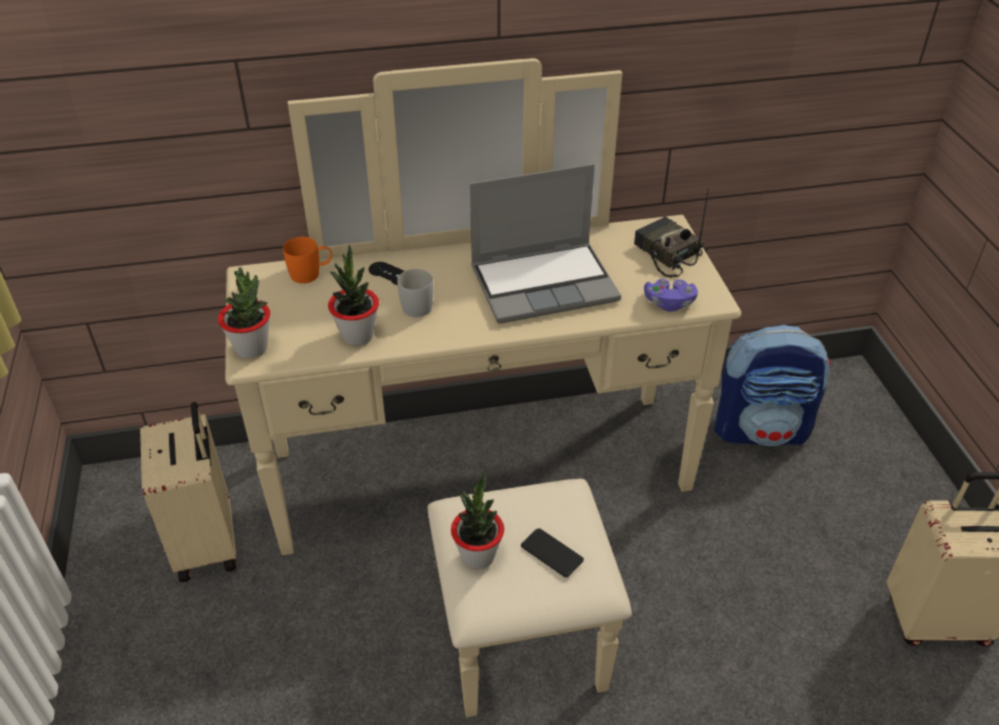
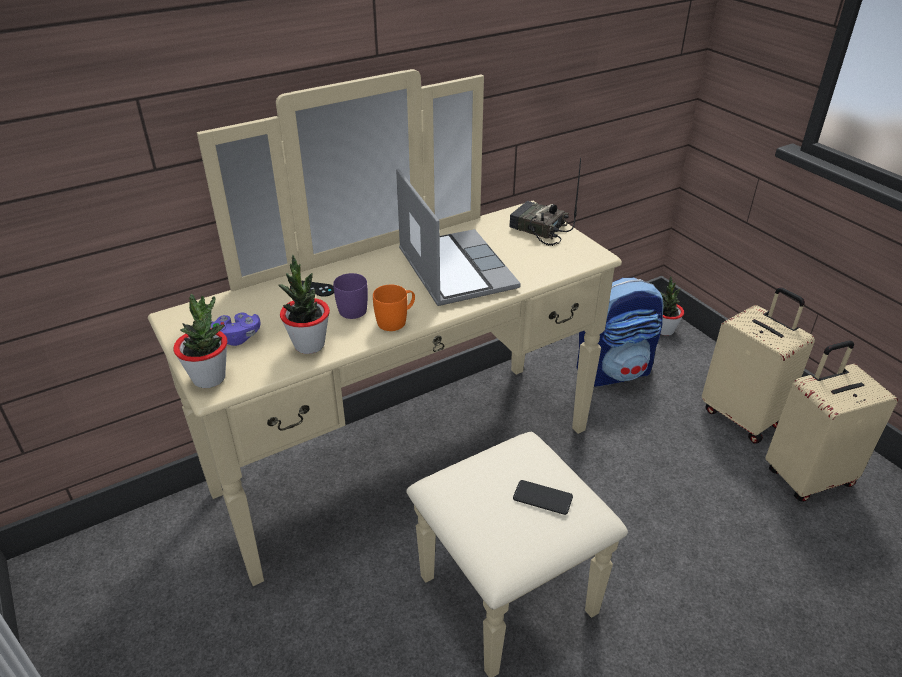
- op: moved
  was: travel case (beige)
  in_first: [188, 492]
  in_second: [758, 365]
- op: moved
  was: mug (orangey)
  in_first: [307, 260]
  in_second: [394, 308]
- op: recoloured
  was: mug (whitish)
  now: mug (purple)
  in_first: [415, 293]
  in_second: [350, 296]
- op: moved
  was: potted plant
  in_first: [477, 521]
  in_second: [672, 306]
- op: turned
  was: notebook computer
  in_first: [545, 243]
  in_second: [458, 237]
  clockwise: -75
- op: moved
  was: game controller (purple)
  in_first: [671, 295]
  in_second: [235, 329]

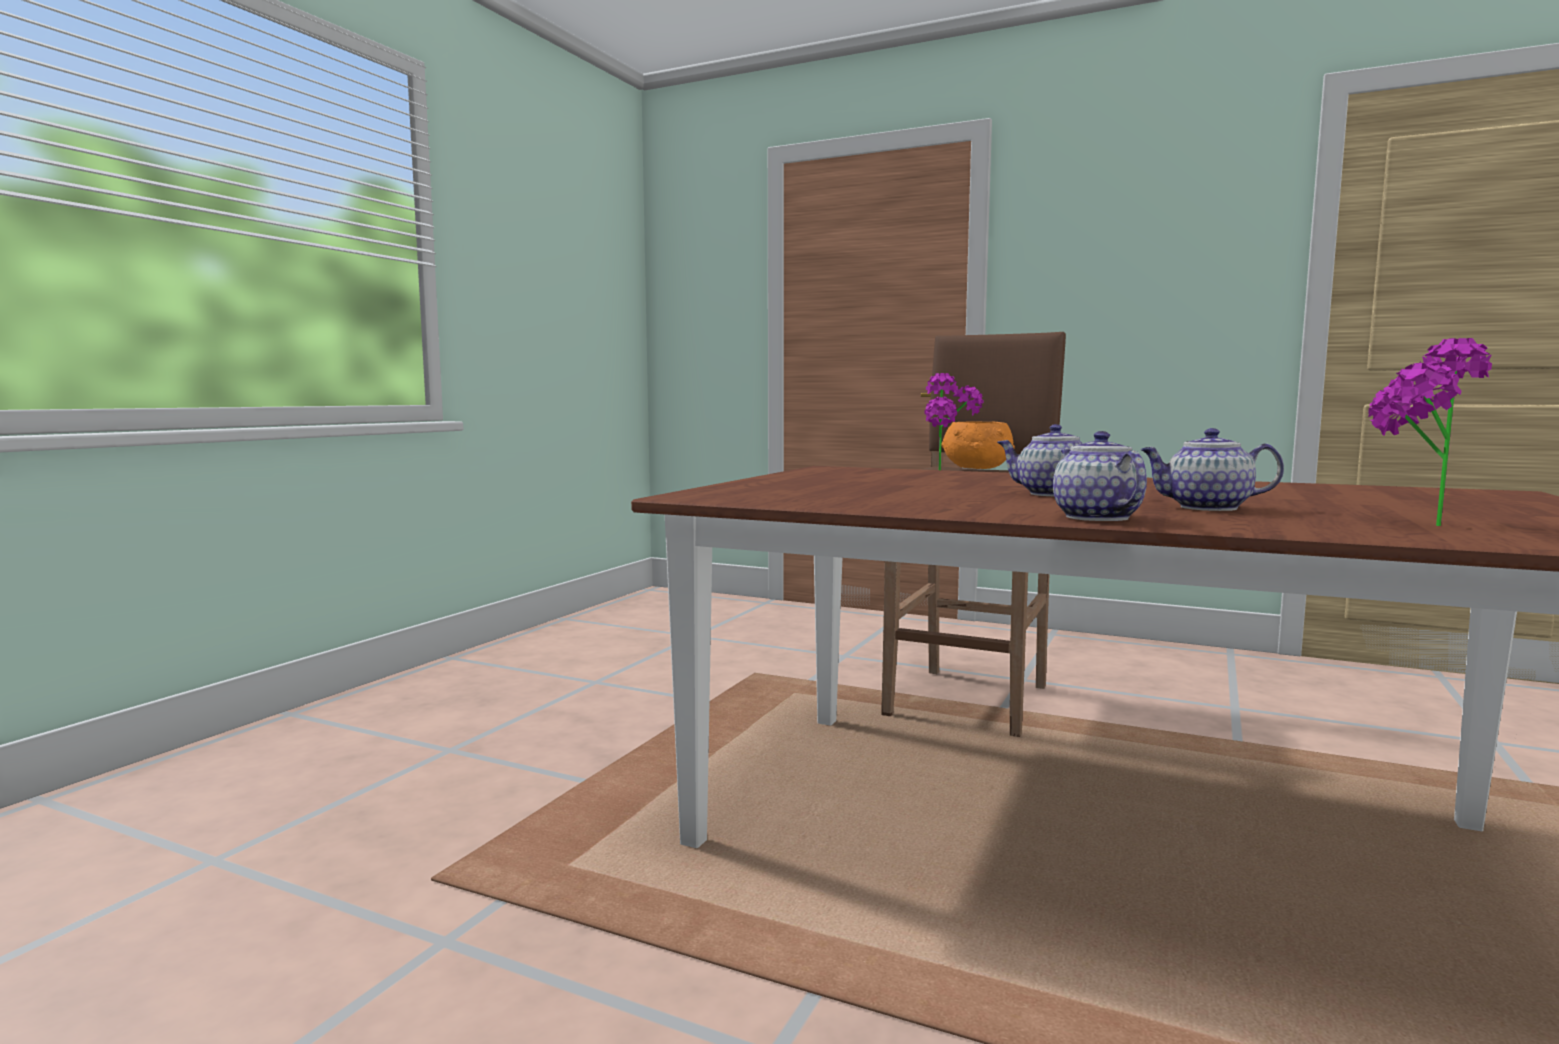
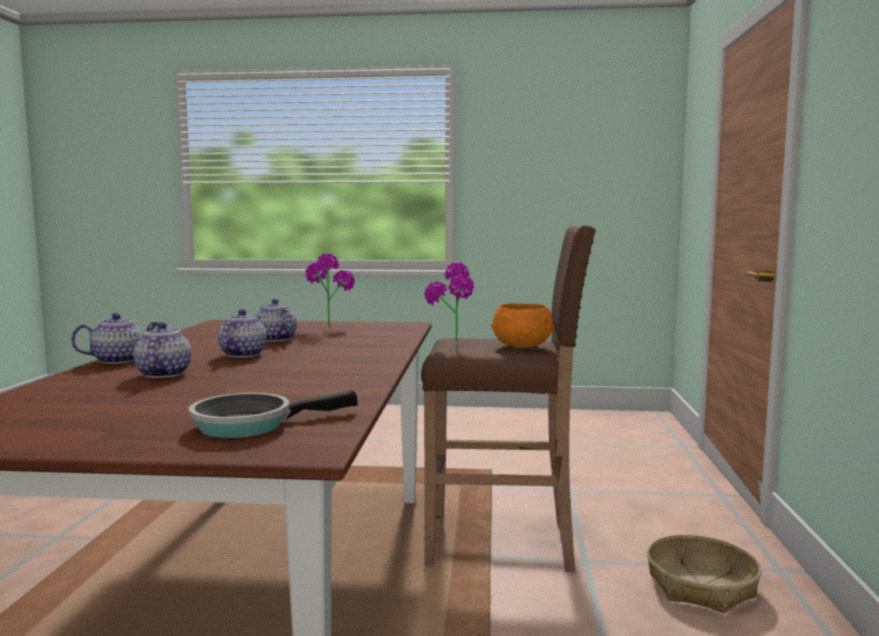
- op: moved
  was: potted plant
  in_first: [1430, 432]
  in_second: [330, 291]
- op: added
  now: frying pan
  in_second: [273, 414]
- op: added
  now: pot for tea
  in_second: [276, 320]
- op: added
  now: basket
  in_second: [704, 574]

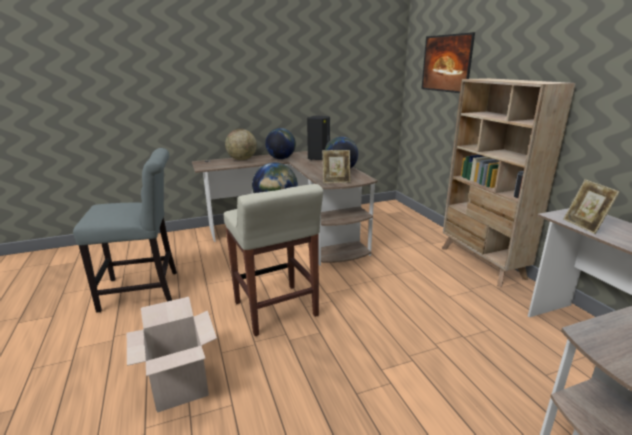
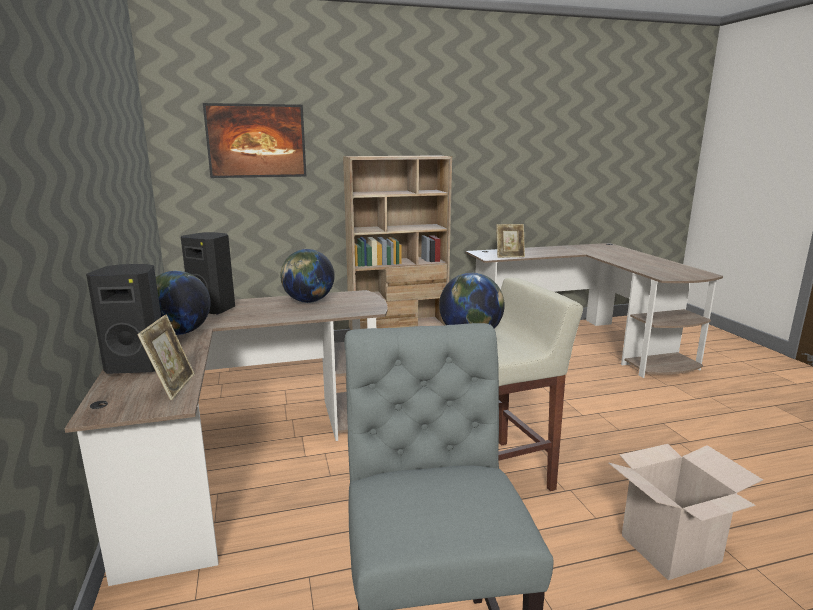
- op: replaced
  was: world globe
  now: audio speaker (blackish)
  in_first: [241, 144]
  in_second: [123, 319]
- op: moved
  was: picture frame
  in_first: [336, 166]
  in_second: [166, 357]

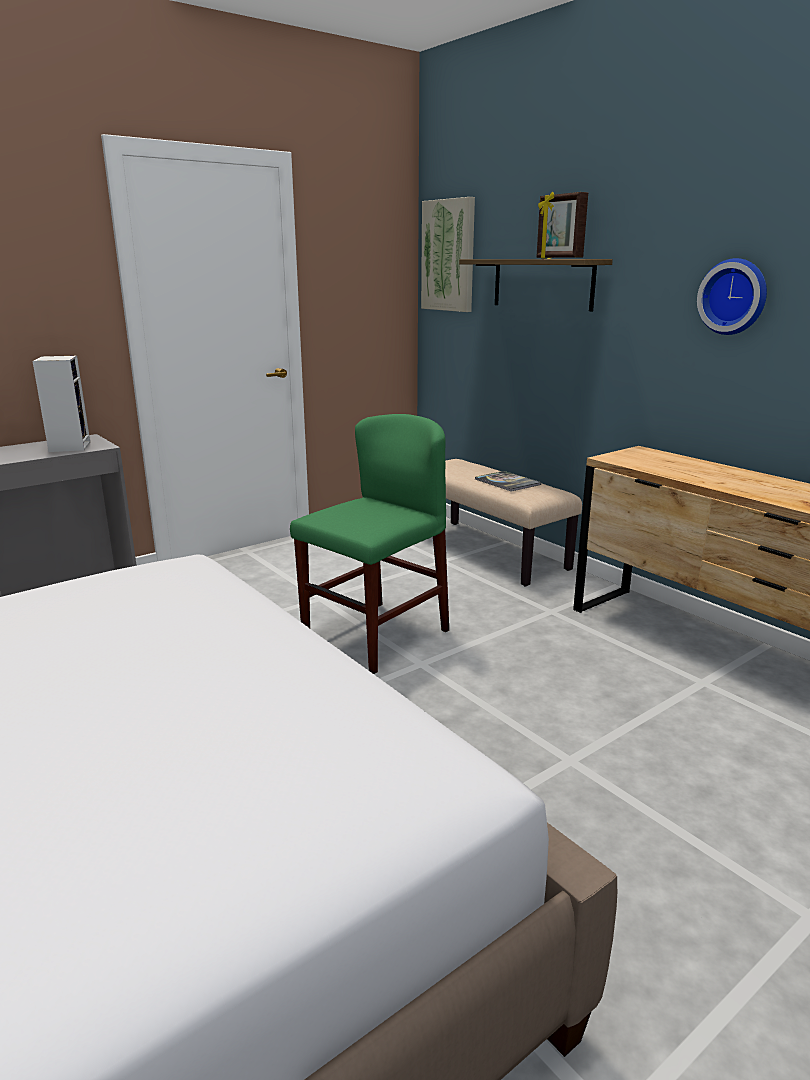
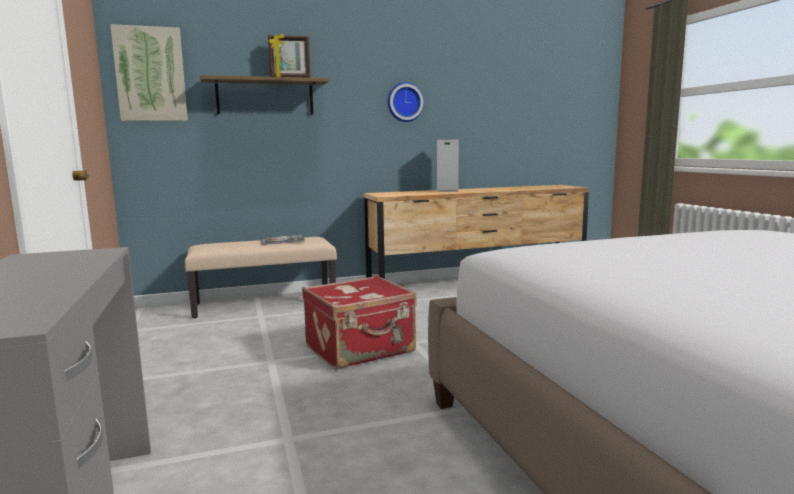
- op: moved
  was: audio speaker
  in_first: [61, 404]
  in_second: [448, 165]
- op: replaced
  was: chair (green)
  now: travel case (red)
  in_first: [369, 544]
  in_second: [359, 322]

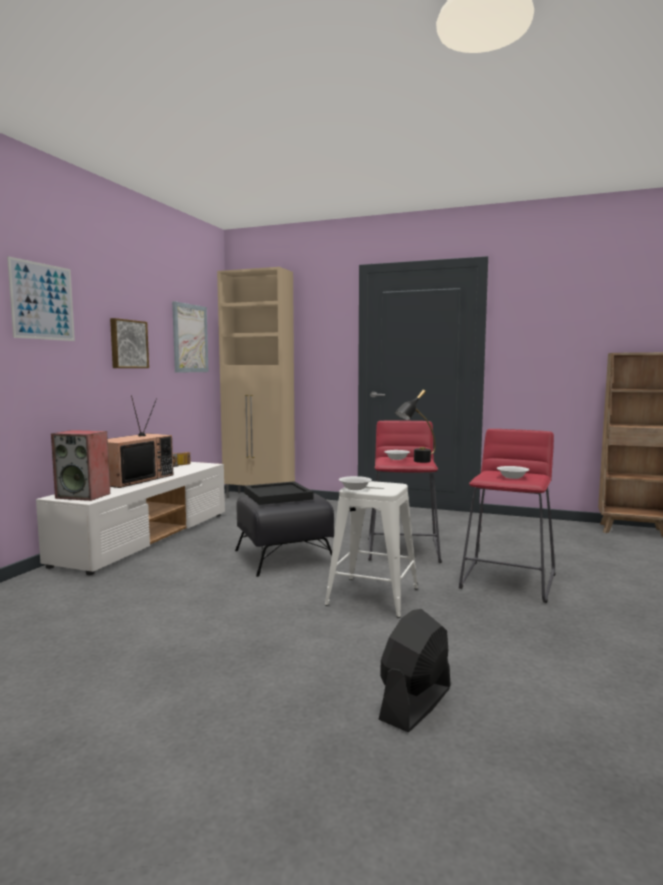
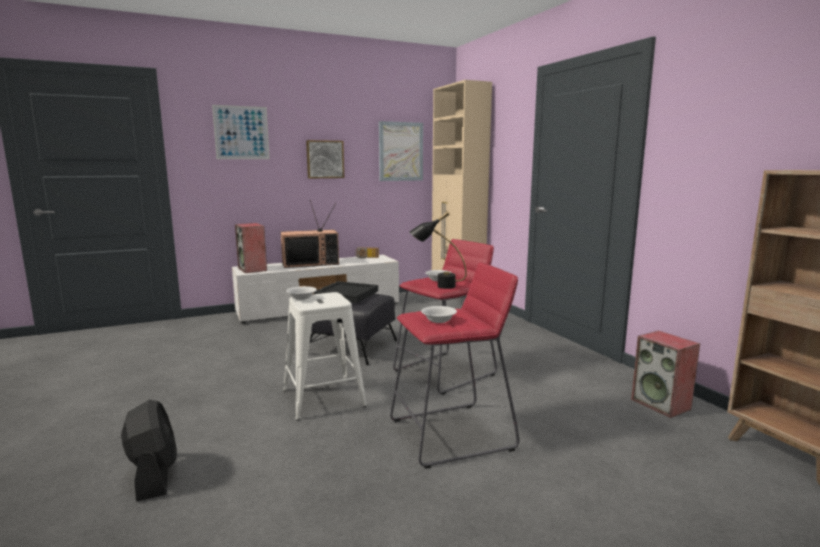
- op: turned
  was: fan (blackish)
  in_first: [415, 670]
  in_second: [149, 451]
  clockwise: 75
- op: added
  now: audio speaker
  in_second: [665, 374]

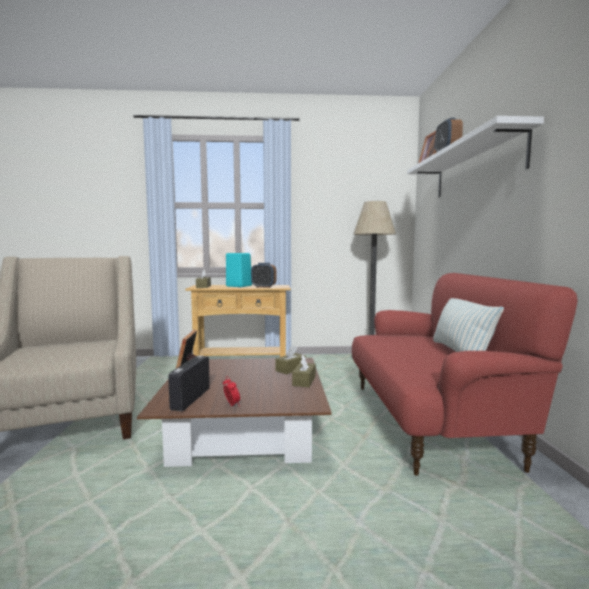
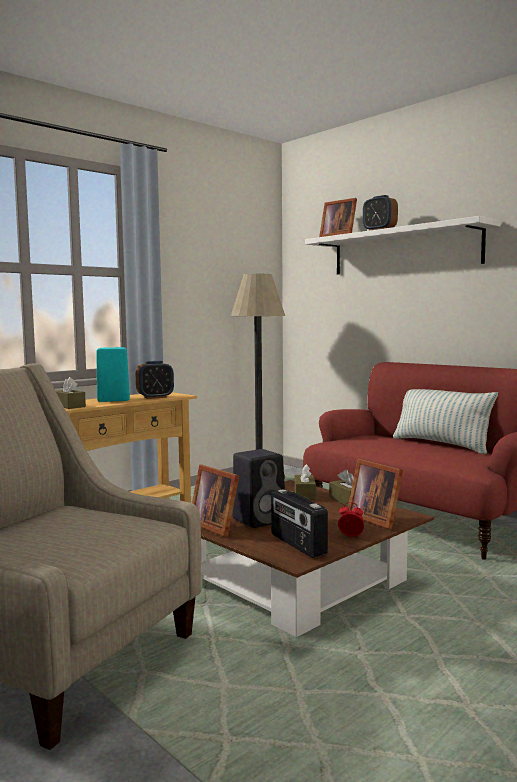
- op: added
  now: audio speaker (blackish)
  in_second: [259, 488]
- op: added
  now: picture frame
  in_second: [375, 494]

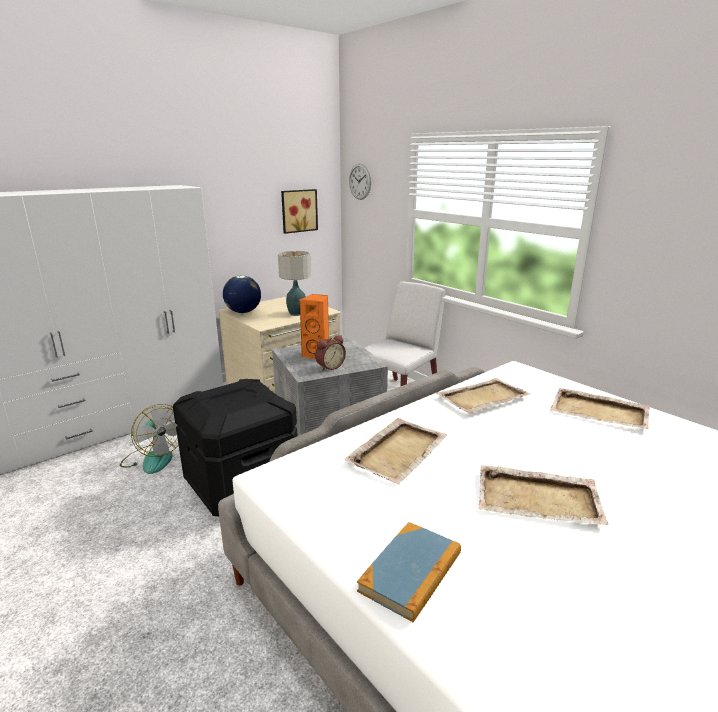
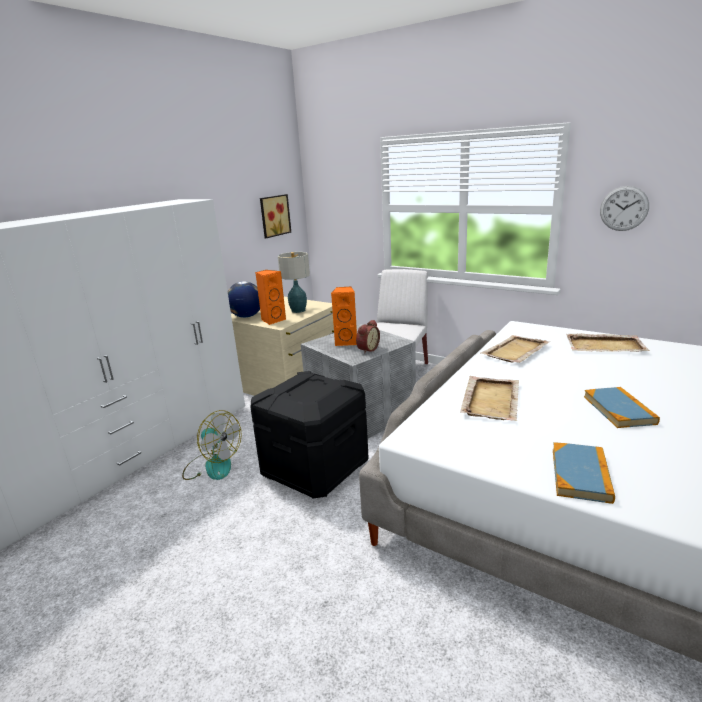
- op: moved
  was: hanging clock
  in_first: [360, 182]
  in_second: [624, 208]
- op: replaced
  was: carrying tray (beige)
  now: volume
  in_first: [543, 495]
  in_second: [622, 407]
- op: added
  now: audio speaker (orangey)
  in_second: [270, 297]

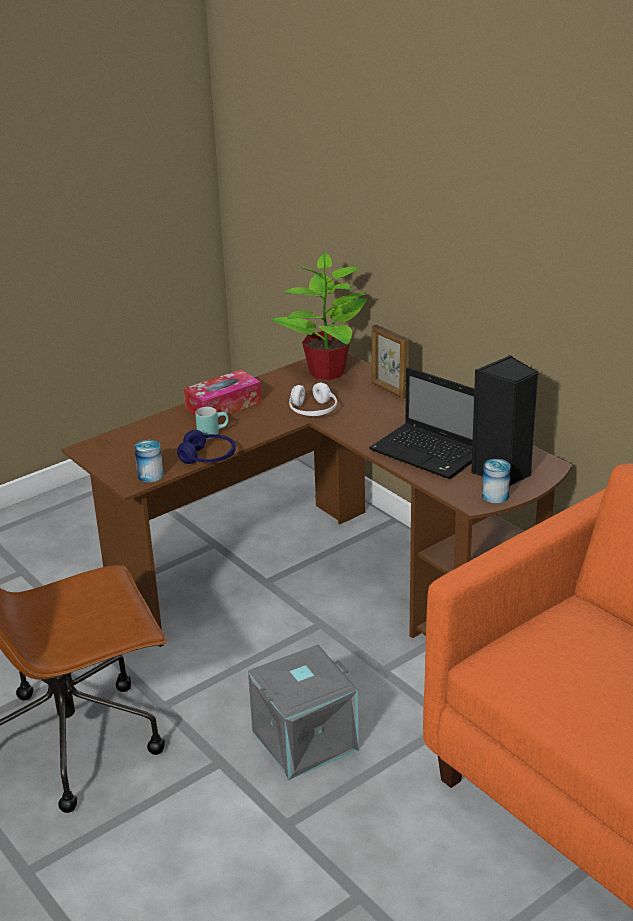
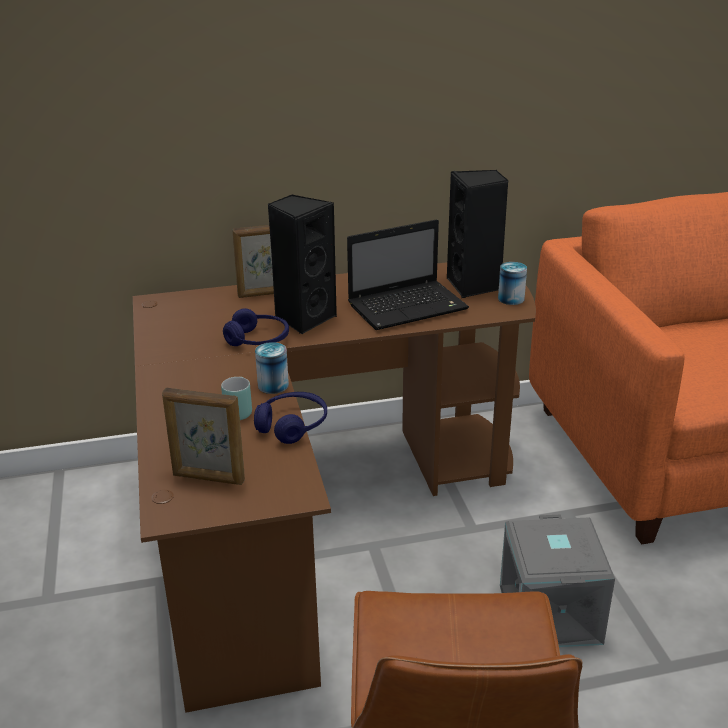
- op: moved
  was: metal can
  in_first: [149, 461]
  in_second: [272, 368]
- op: removed
  was: tissue box
  in_first: [223, 393]
- op: removed
  was: potted plant
  in_first: [319, 316]
- op: recoloured
  was: headphones (whitish)
  now: headphones (blue-coloured)
  in_first: [313, 399]
  in_second: [256, 327]
- op: added
  now: picture frame
  in_second: [203, 436]
- op: added
  now: audio speaker (blackish)
  in_second: [302, 264]

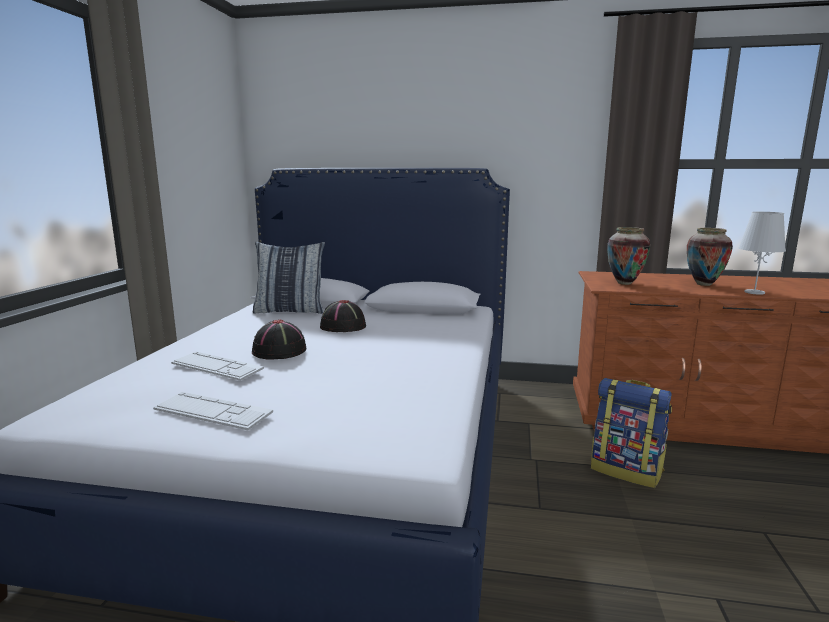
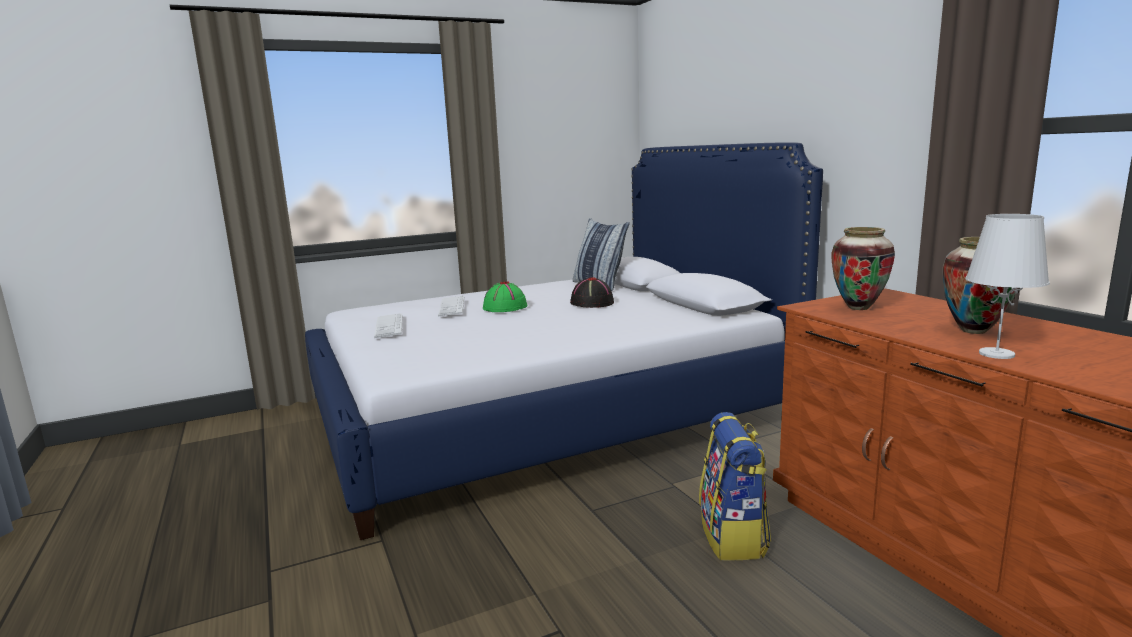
- op: recoloured
  was: clothing hat (blackish)
  now: clothing hat (green)
  in_first: [279, 339]
  in_second: [505, 296]

